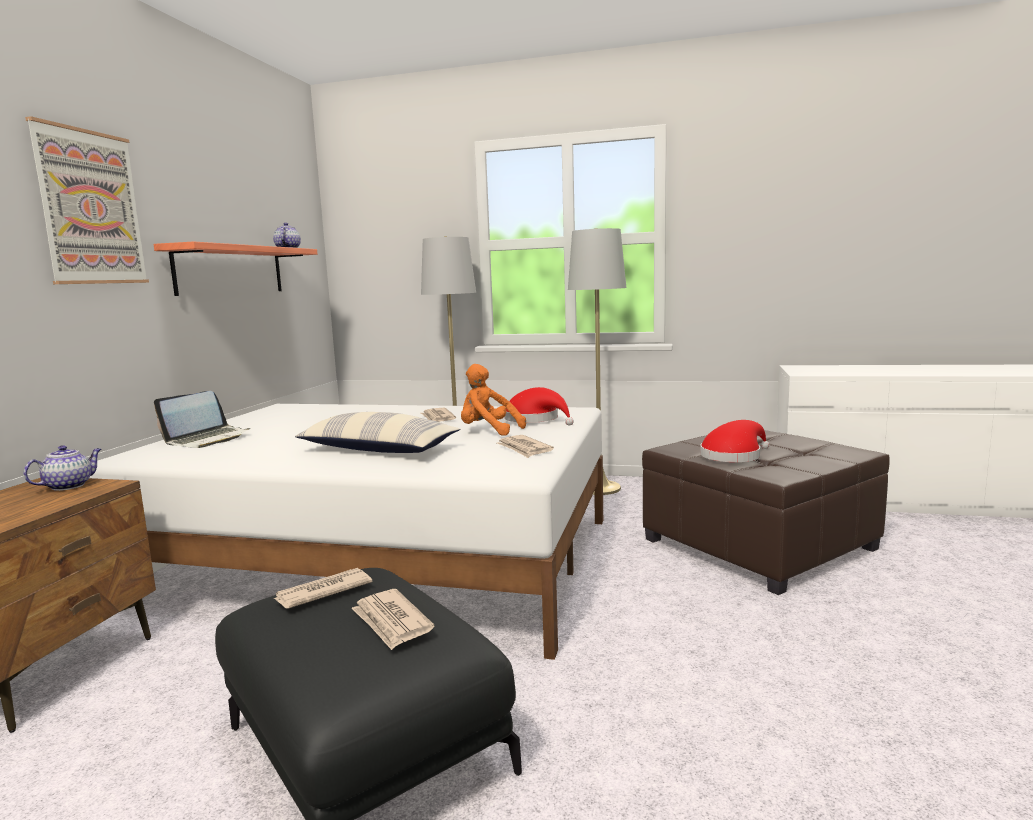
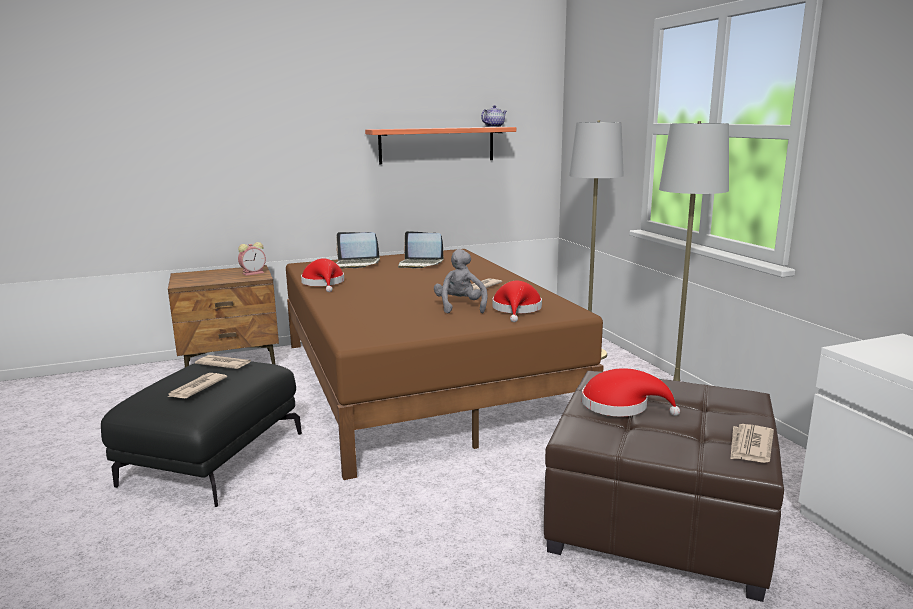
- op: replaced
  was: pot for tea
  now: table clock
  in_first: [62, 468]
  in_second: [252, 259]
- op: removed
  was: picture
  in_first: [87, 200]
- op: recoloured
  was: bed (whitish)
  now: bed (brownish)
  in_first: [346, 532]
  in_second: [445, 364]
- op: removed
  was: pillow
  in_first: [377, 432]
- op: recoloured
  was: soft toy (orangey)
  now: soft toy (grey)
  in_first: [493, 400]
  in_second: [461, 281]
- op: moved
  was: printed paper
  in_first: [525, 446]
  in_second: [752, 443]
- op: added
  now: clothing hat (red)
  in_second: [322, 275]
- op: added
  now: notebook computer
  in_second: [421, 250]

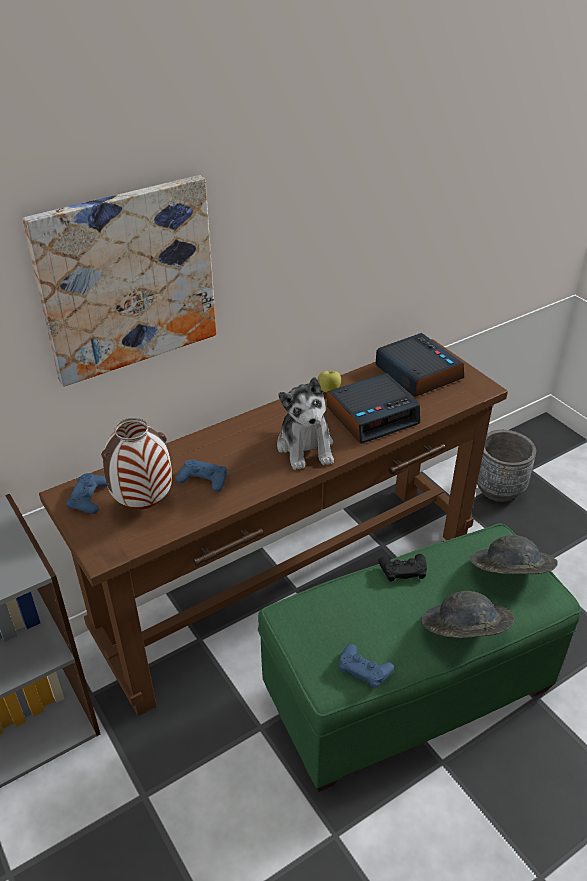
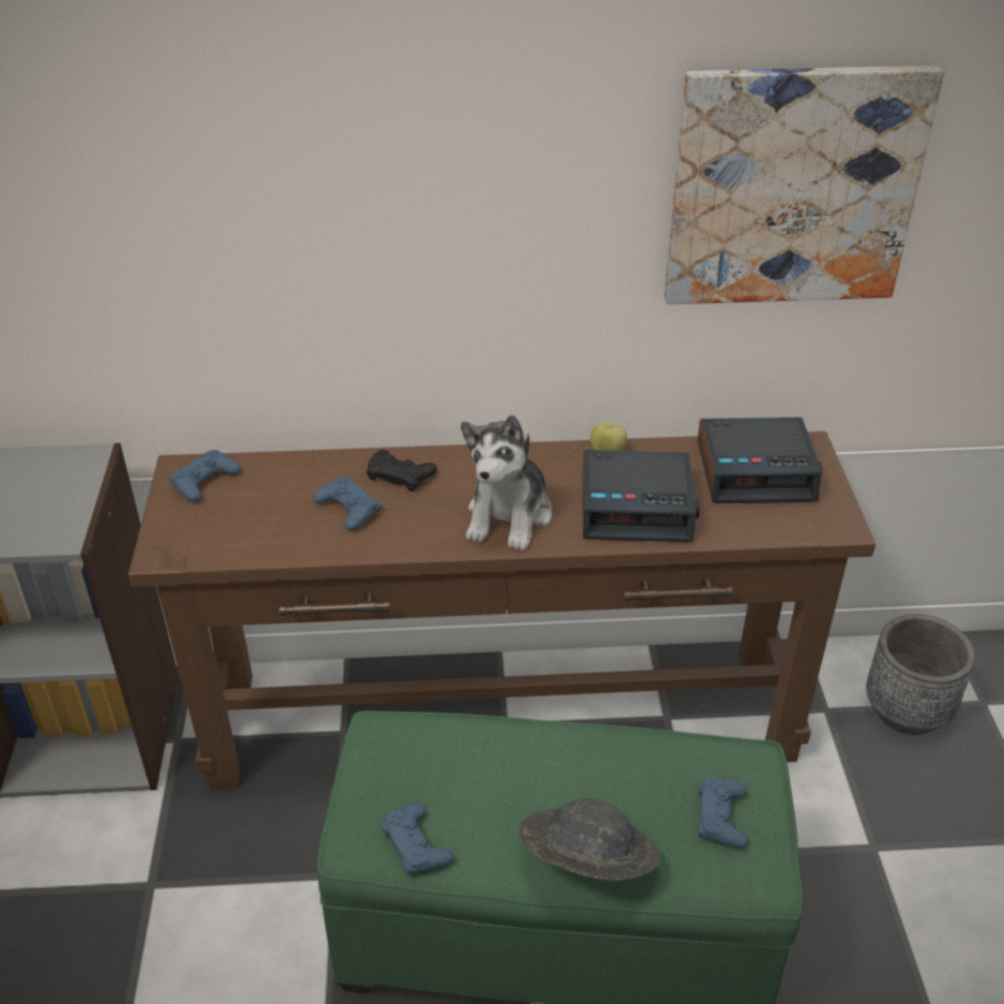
- op: moved
  was: picture
  in_first: [119, 281]
  in_second: [804, 185]
- op: removed
  was: vase
  in_first: [136, 463]
- op: turned
  was: table clock
  in_first: [419, 365]
  in_second: [760, 460]
  clockwise: 90
- op: moved
  was: game controller (blackish)
  in_first: [402, 568]
  in_second: [401, 470]
- op: replaced
  was: clothing hat (grey)
  now: game controller (blue-coloured)
  in_first: [514, 554]
  in_second: [723, 812]

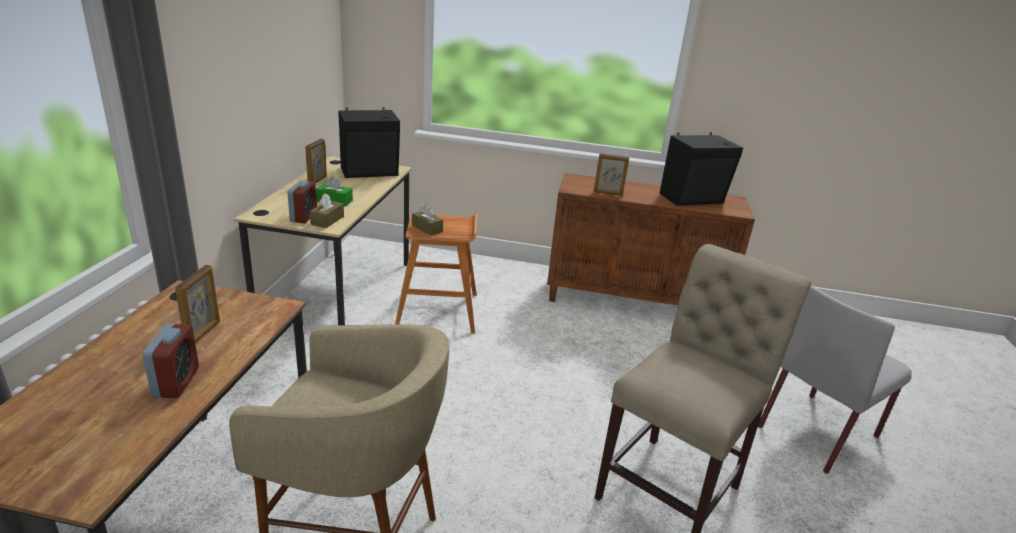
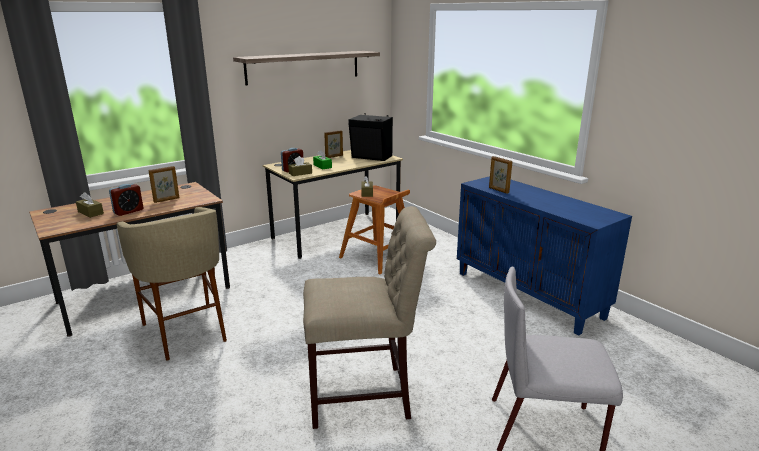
- op: recoloured
  was: cabinet (brownish)
  now: cabinet (blue-coloured)
  in_first: [651, 239]
  in_second: [544, 255]
- op: removed
  was: audio speaker (blackish)
  in_first: [701, 169]
- op: added
  now: tissue box (brownish)
  in_second: [90, 205]
- op: added
  now: bracket shelf
  in_second: [306, 68]

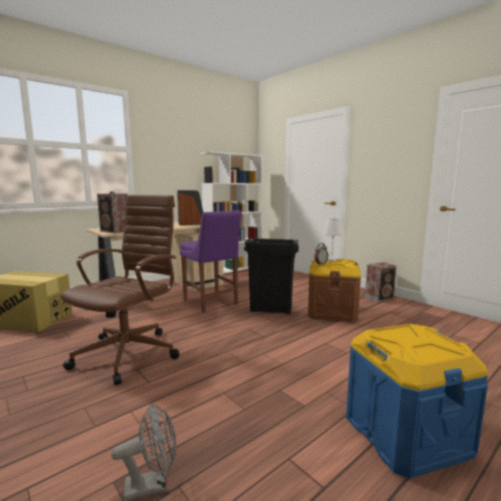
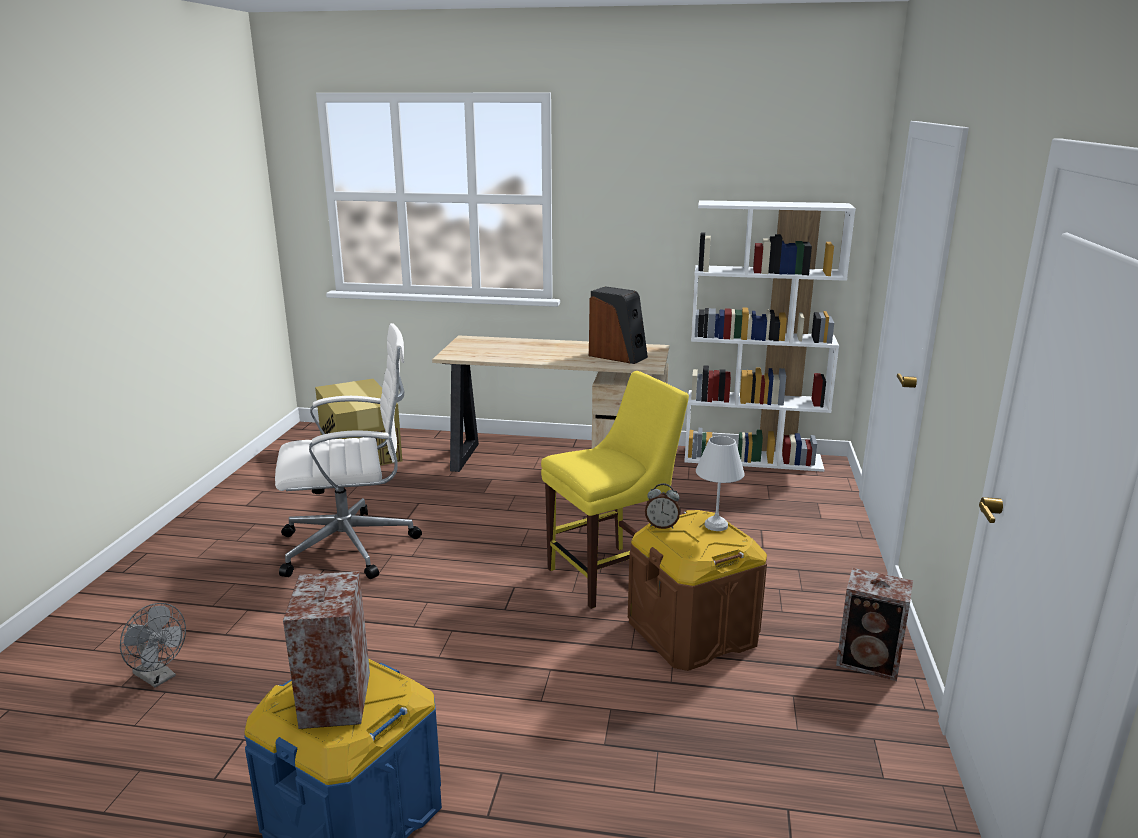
- op: recoloured
  was: computer chair (brownish)
  now: computer chair (whitish)
  in_first: [120, 290]
  in_second: [348, 451]
- op: moved
  was: audio speaker
  in_first: [112, 212]
  in_second: [326, 650]
- op: removed
  was: chair (purple)
  in_first: [211, 261]
- op: replaced
  was: trash can (blackish)
  now: chair (yellow)
  in_first: [271, 276]
  in_second: [615, 490]

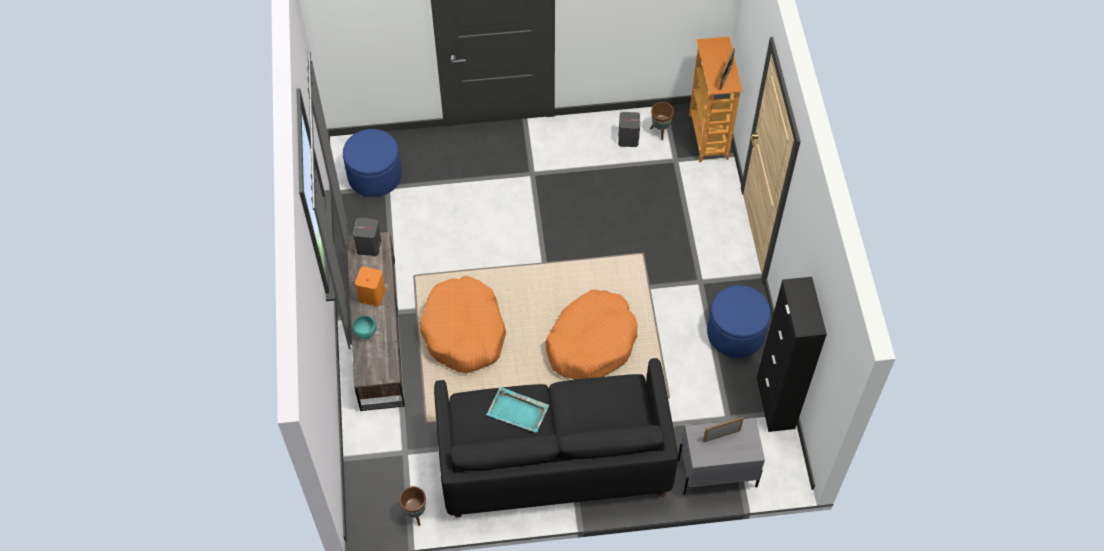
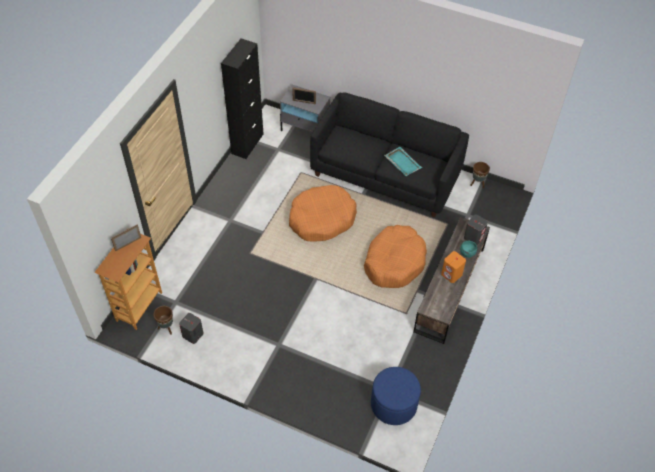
- op: moved
  was: audio speaker (grey)
  in_first: [367, 237]
  in_second: [476, 229]
- op: removed
  was: footrest (blue-coloured)
  in_first: [739, 321]

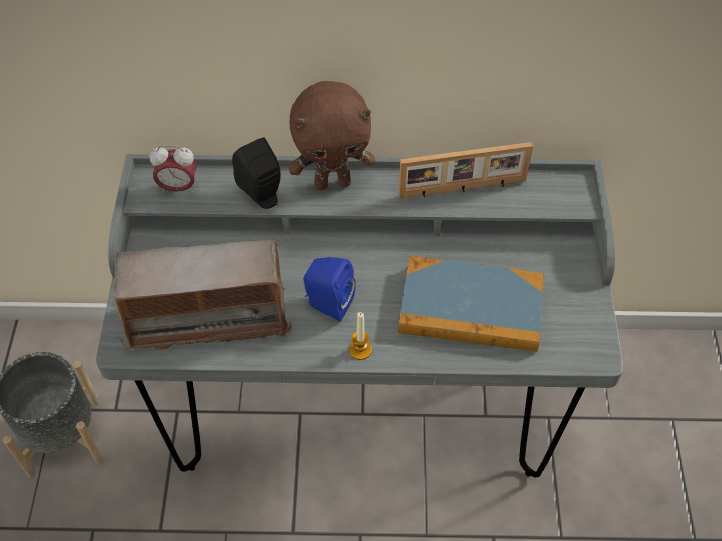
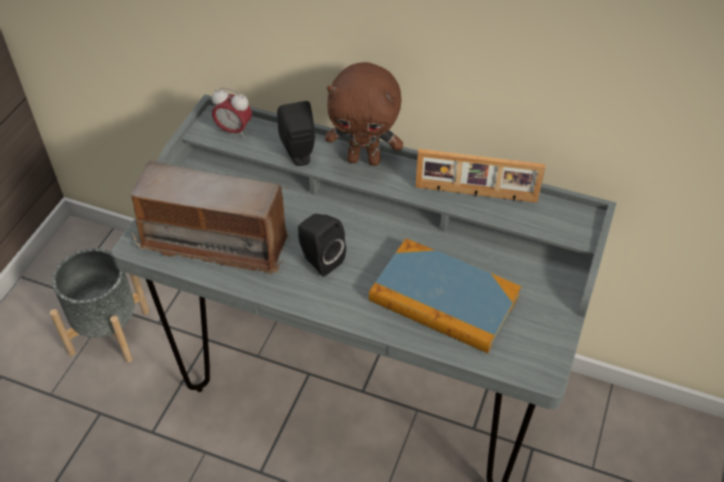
- op: recoloured
  was: audio speaker (blue-coloured)
  now: audio speaker (blackish)
  in_first: [329, 289]
  in_second: [322, 245]
- op: removed
  was: candle
  in_first: [360, 336]

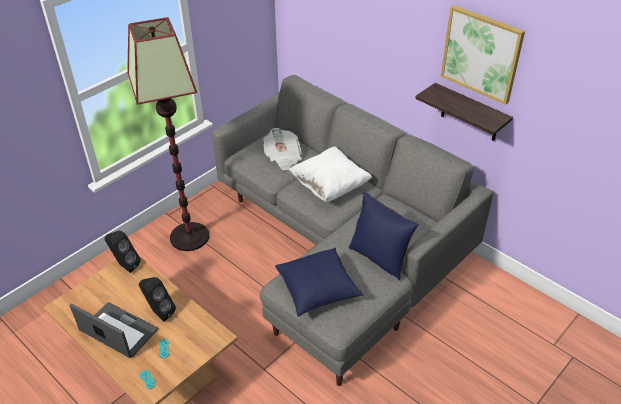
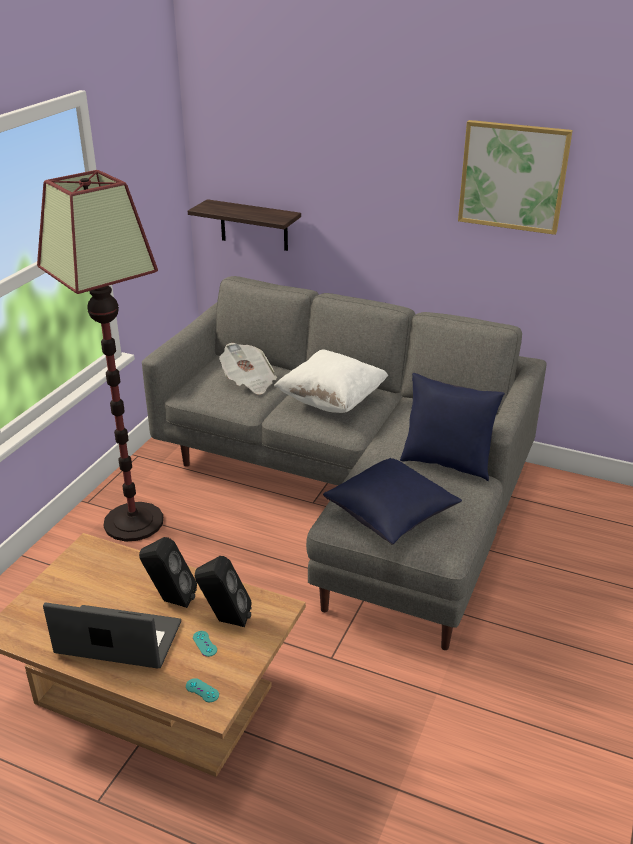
- op: moved
  was: audio speaker (blackish)
  in_first: [123, 252]
  in_second: [223, 591]
- op: moved
  was: bracket shelf
  in_first: [464, 112]
  in_second: [244, 225]

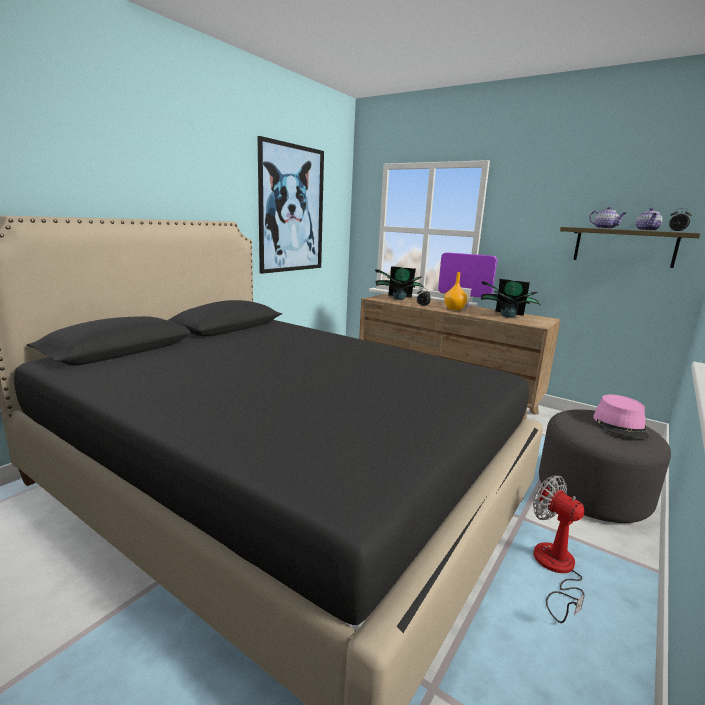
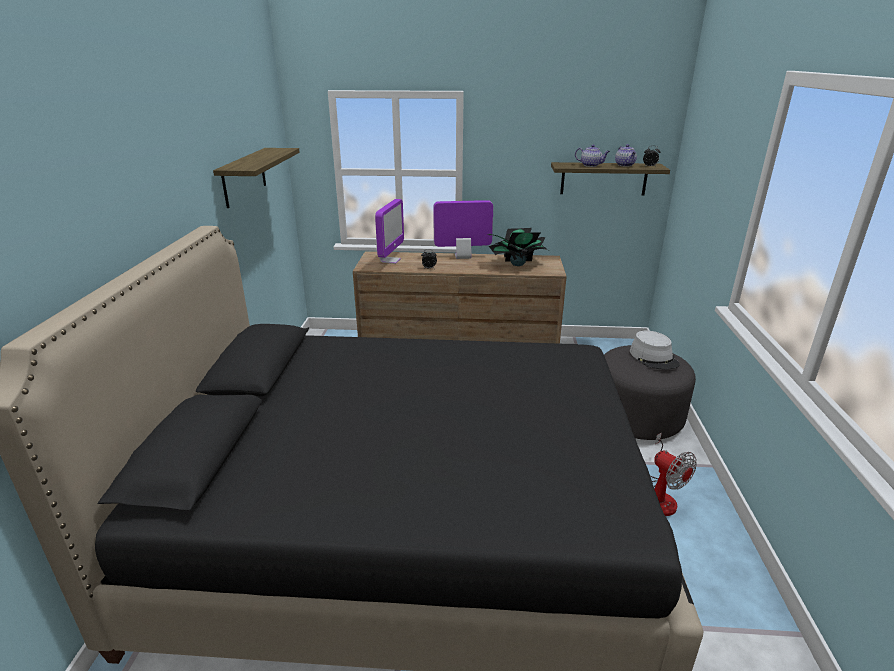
- op: replaced
  was: picture
  now: bracket shelf
  in_first: [290, 205]
  in_second: [256, 178]
- op: replaced
  was: potted plant
  now: computer display
  in_first: [399, 283]
  in_second: [389, 231]
- op: removed
  was: vase (orangey)
  in_first: [455, 291]
- op: turned
  was: fan
  in_first: [559, 549]
  in_second: [673, 474]
  clockwise: -150
- op: recoloured
  was: clothing hat (pinkish)
  now: clothing hat (grey)
  in_first: [621, 416]
  in_second: [655, 350]

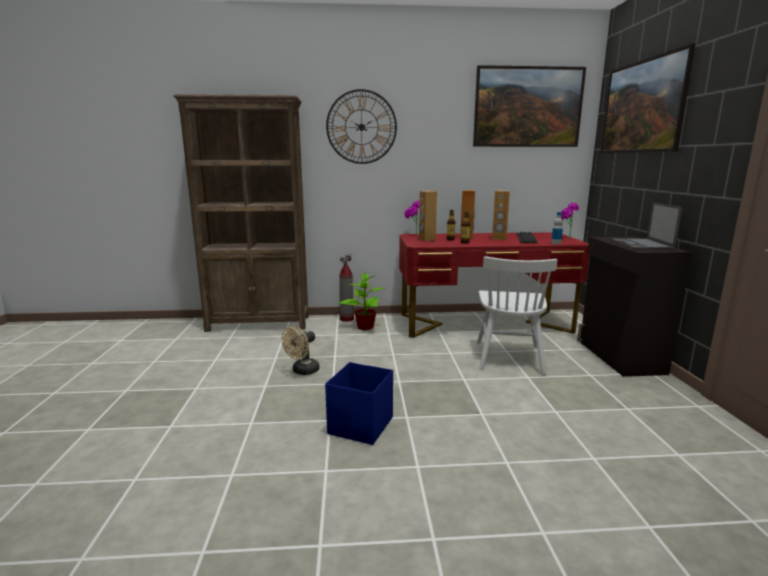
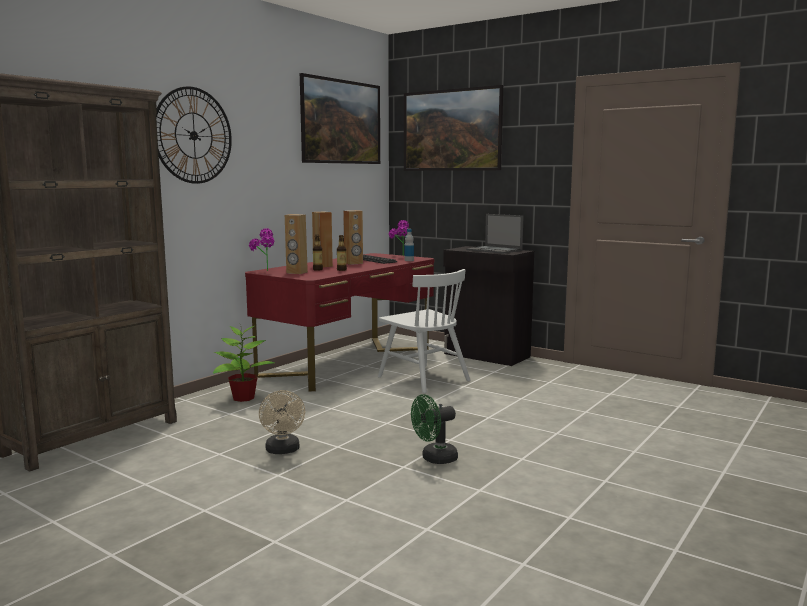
- op: replaced
  was: storage bin (blue-coloured)
  now: fan (green)
  in_first: [359, 403]
  in_second: [434, 429]
- op: removed
  was: fire extinguisher
  in_first: [346, 288]

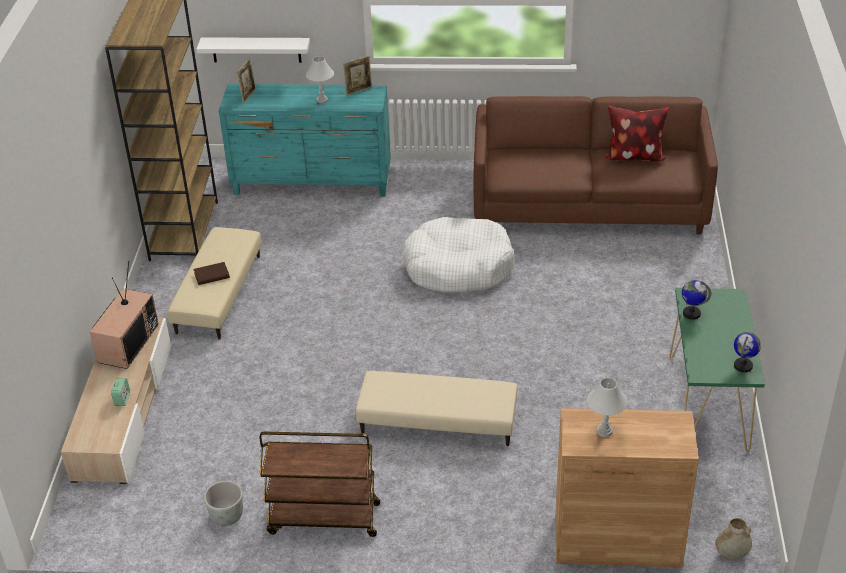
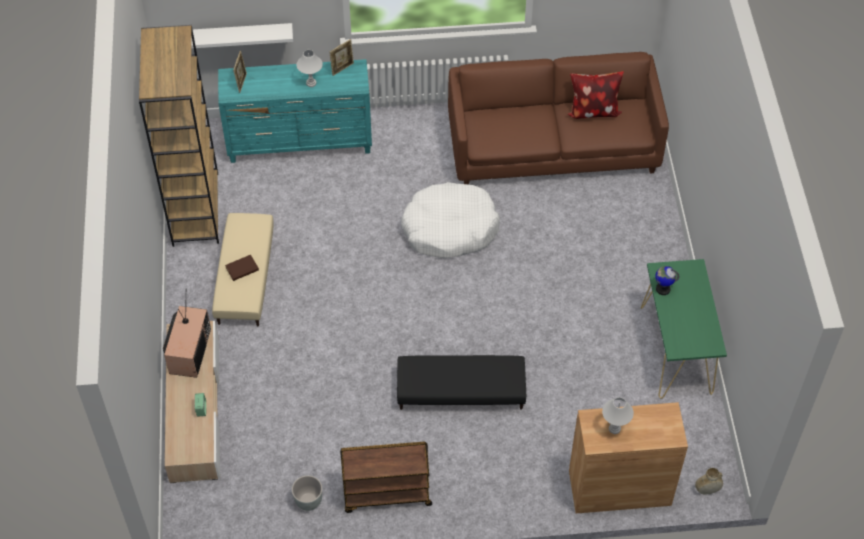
- op: recoloured
  was: footrest (beige)
  now: footrest (blackish)
  in_first: [436, 408]
  in_second: [461, 382]
- op: removed
  was: world globe
  in_first: [747, 352]

